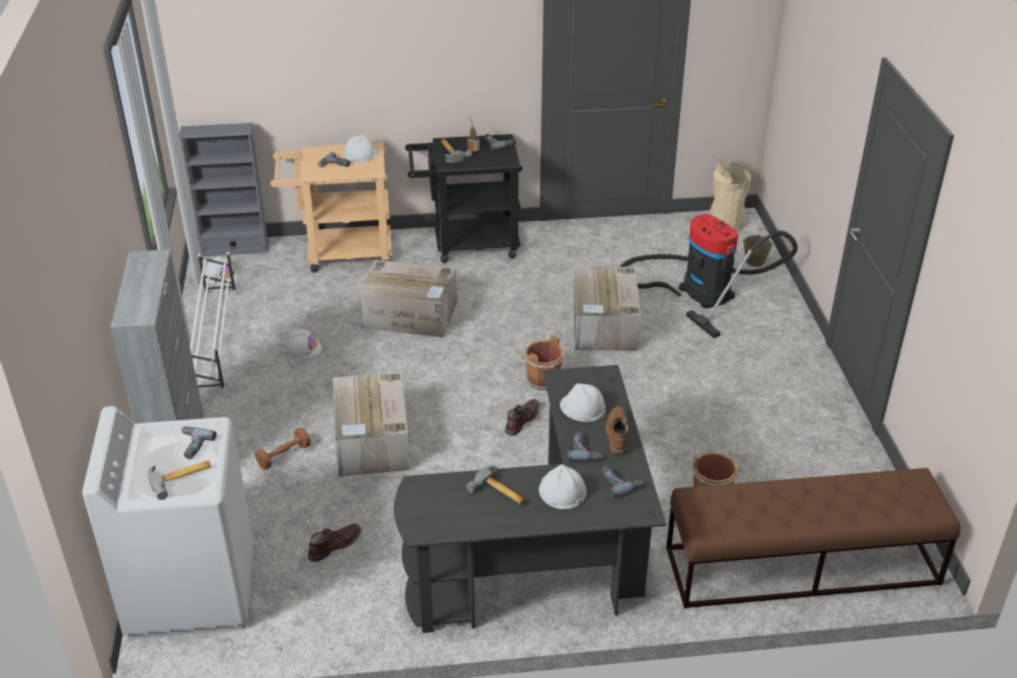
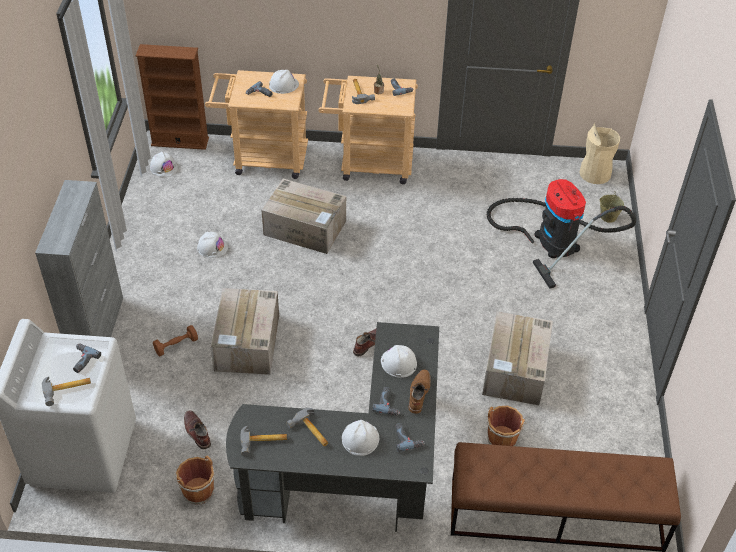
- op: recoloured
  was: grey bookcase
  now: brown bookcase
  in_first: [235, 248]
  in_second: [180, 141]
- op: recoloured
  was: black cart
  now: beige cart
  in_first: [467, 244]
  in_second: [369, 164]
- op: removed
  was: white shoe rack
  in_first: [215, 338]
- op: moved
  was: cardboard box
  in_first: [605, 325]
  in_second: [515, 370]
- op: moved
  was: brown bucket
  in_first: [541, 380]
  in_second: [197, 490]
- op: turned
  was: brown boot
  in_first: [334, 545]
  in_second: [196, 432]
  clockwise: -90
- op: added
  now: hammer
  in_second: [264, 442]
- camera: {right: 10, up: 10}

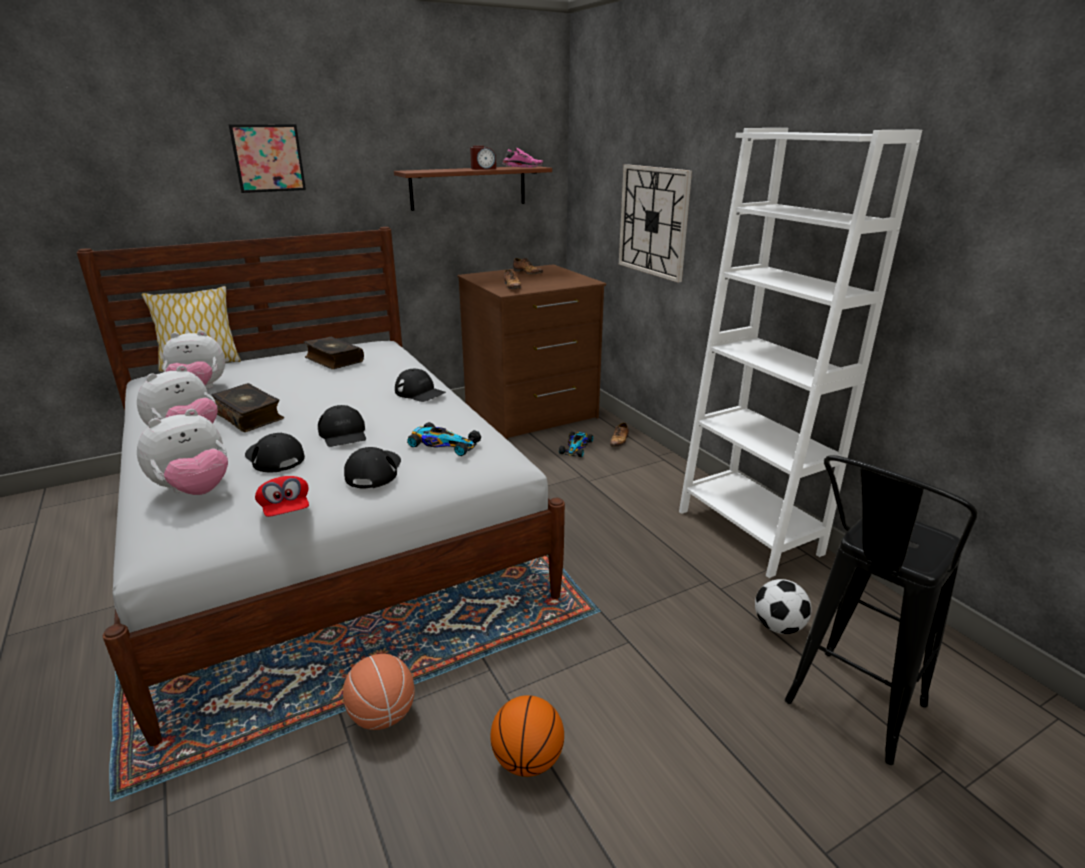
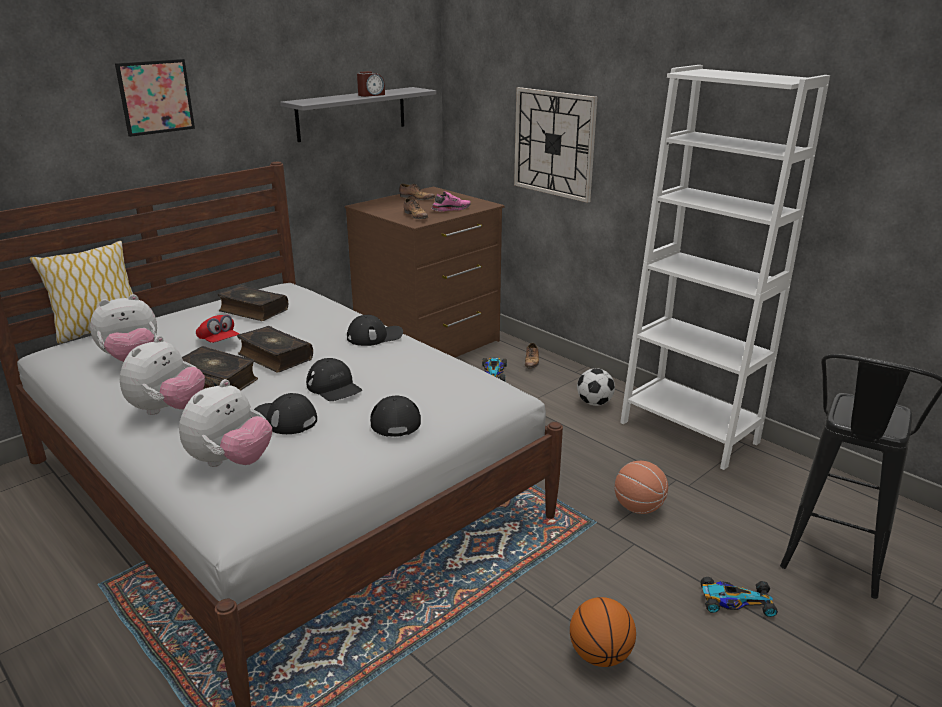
- op: moved
  was: pink shoe
  in_first: [522, 167]
  in_second: [450, 209]
- op: recoloured
  was: brown shelf
  now: grey shelf
  in_first: [468, 187]
  in_second: [352, 114]
- op: turned
  was: black cap
  in_first: [420, 392]
  in_second: [375, 336]
  clockwise: -45
- op: moved
  was: toy car
  in_first: [443, 444]
  in_second: [734, 601]
- op: moved
  was: red cap
  in_first: [286, 511]
  in_second: [219, 342]
- op: moved
  was: football
  in_first: [778, 626]
  in_second: [594, 403]
- op: moved
  was: basketball
  in_first: [382, 715]
  in_second: [638, 507]
- op: added
  now: book
  in_second: [274, 357]
- camera: {right: -15, up: 0}

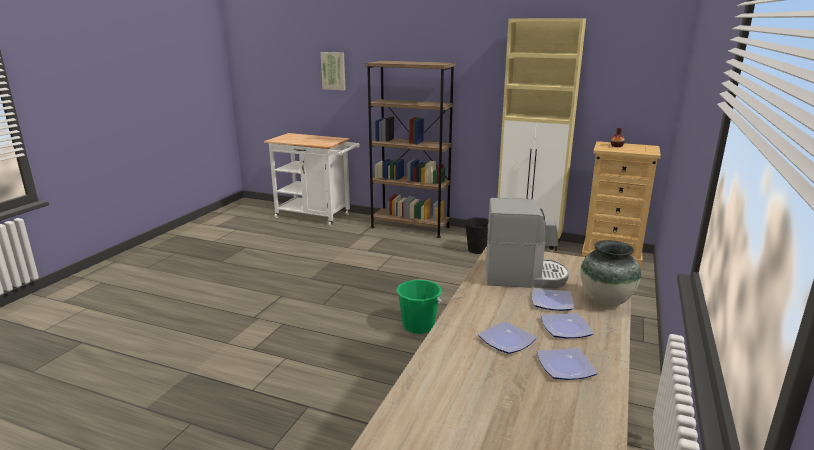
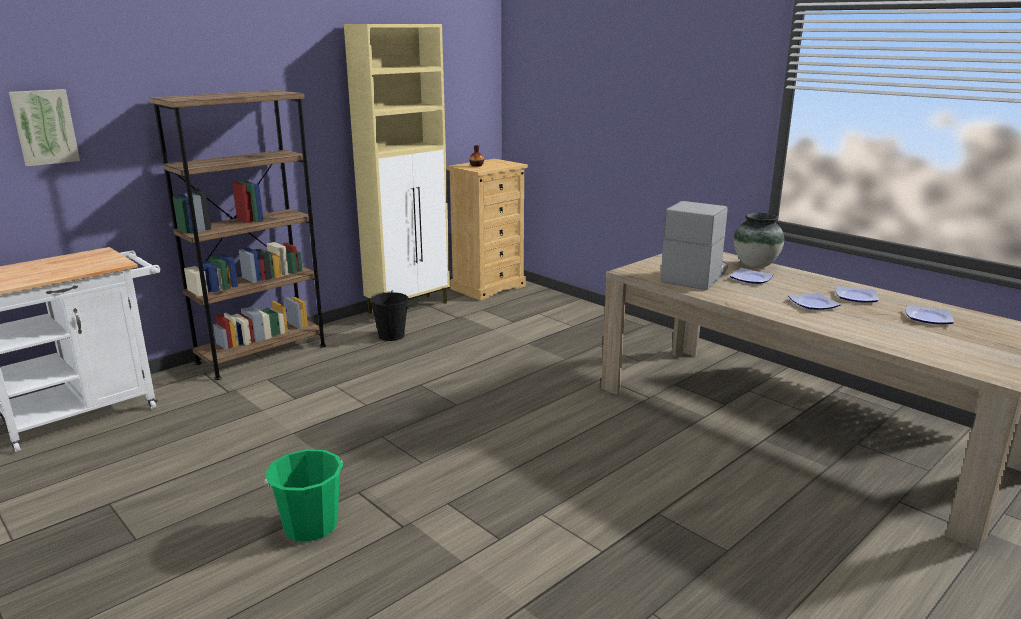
- op: moved
  was: green bucket
  in_first: [419, 326]
  in_second: [310, 526]
- op: moved
  was: plate
  in_first: [565, 329]
  in_second: [929, 318]
- camera: {right: -65, up: 0}

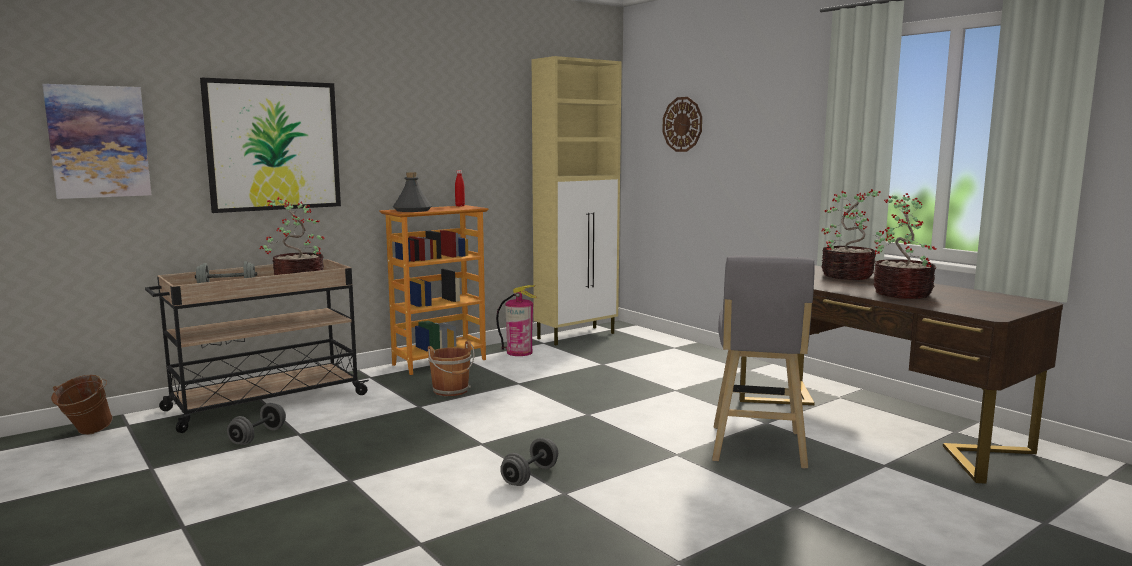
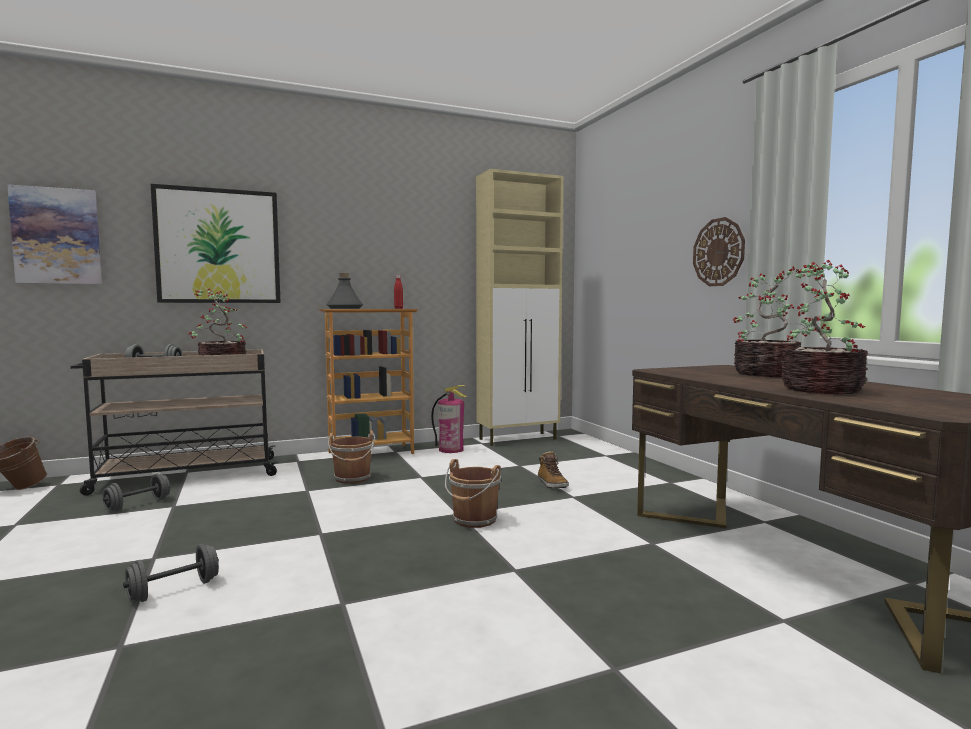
- op: moved
  was: wall clock
  in_first: [682, 124]
  in_second: [718, 252]
- op: removed
  was: grey stool
  in_first: [757, 449]
- op: moved
  was: grey dumbbell
  in_first: [530, 476]
  in_second: [174, 590]
- op: added
  now: boot
  in_second: [552, 484]
- op: added
  now: brown bucket
  in_second: [474, 520]
- camera: {right: 15, up: -5}

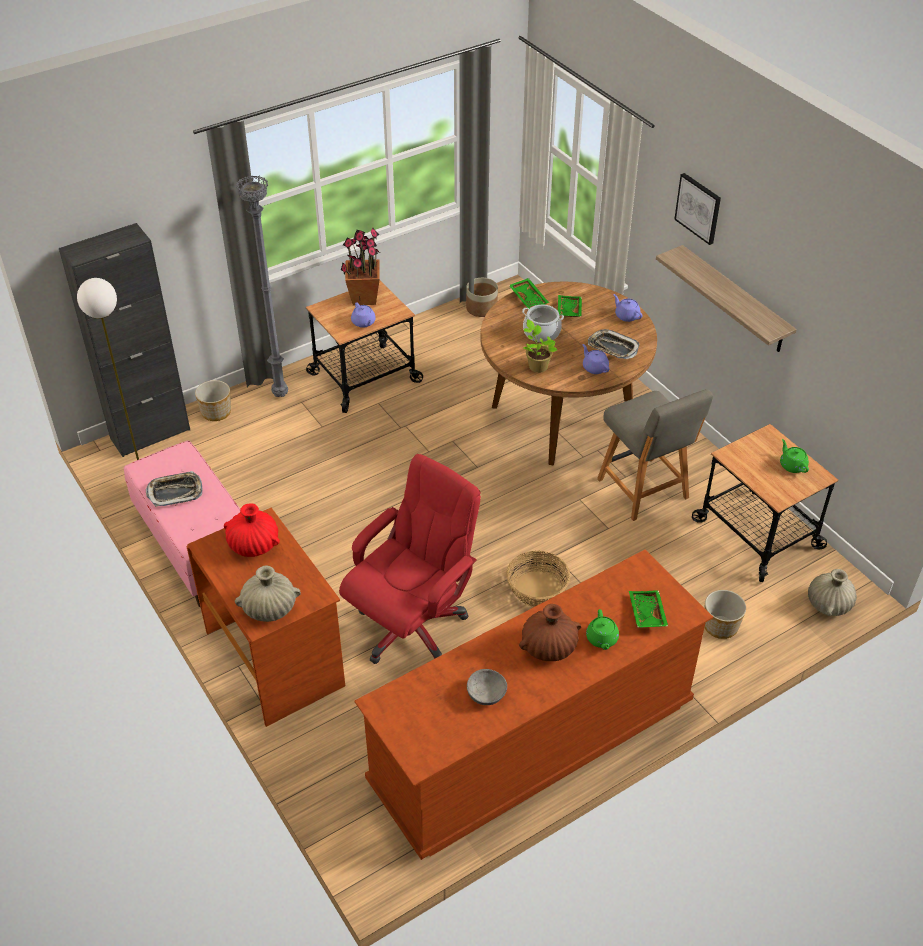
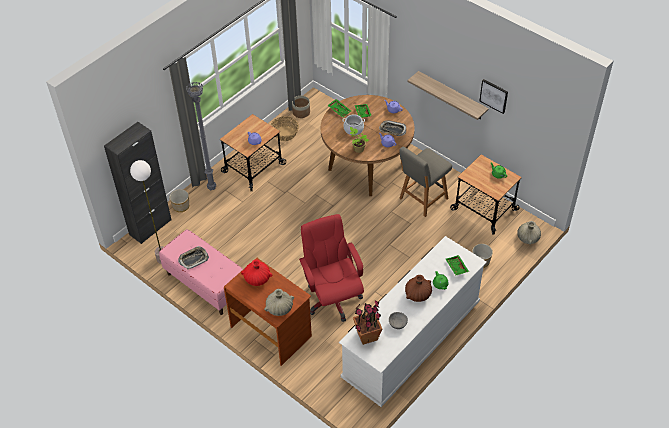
- op: moved
  was: picture
  in_first: [698, 208]
  in_second: [494, 95]
- op: moved
  was: potted plant
  in_first: [364, 297]
  in_second: [367, 336]
- op: turned
  was: grey chair
  in_first: [644, 491]
  in_second: [422, 199]
  clockwise: 90
- op: turned
  was: red office chair
  in_first: [412, 626]
  in_second: [332, 298]
  clockwise: -45
- op: recoloured
  was: brown dresser
  now: white dresser
  in_first: [532, 743]
  in_second: [411, 340]
- op: moved
  was: basket
  in_first: [537, 589]
  in_second: [285, 133]
- camera: {right: -15, up: 5}

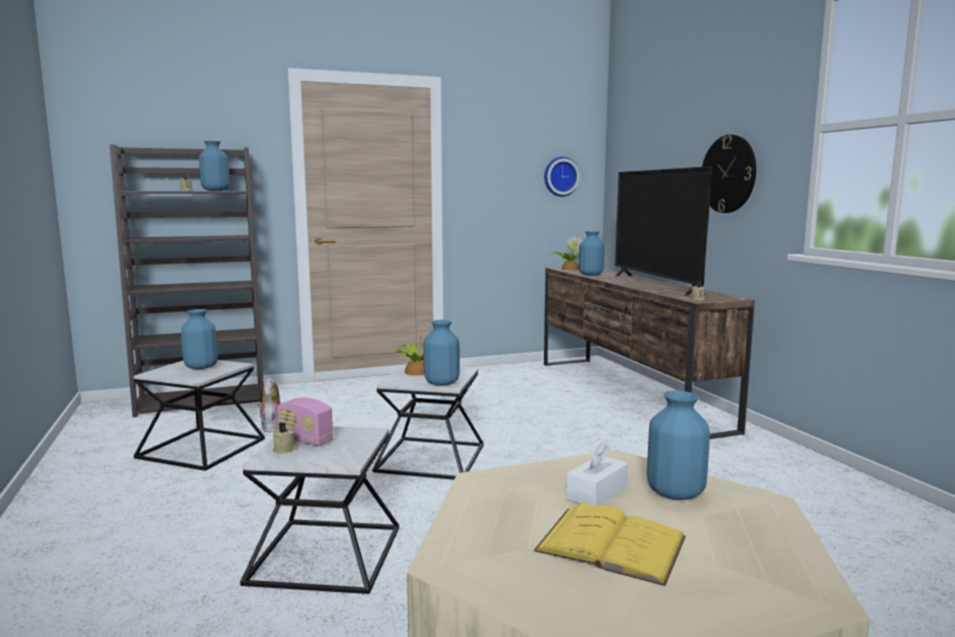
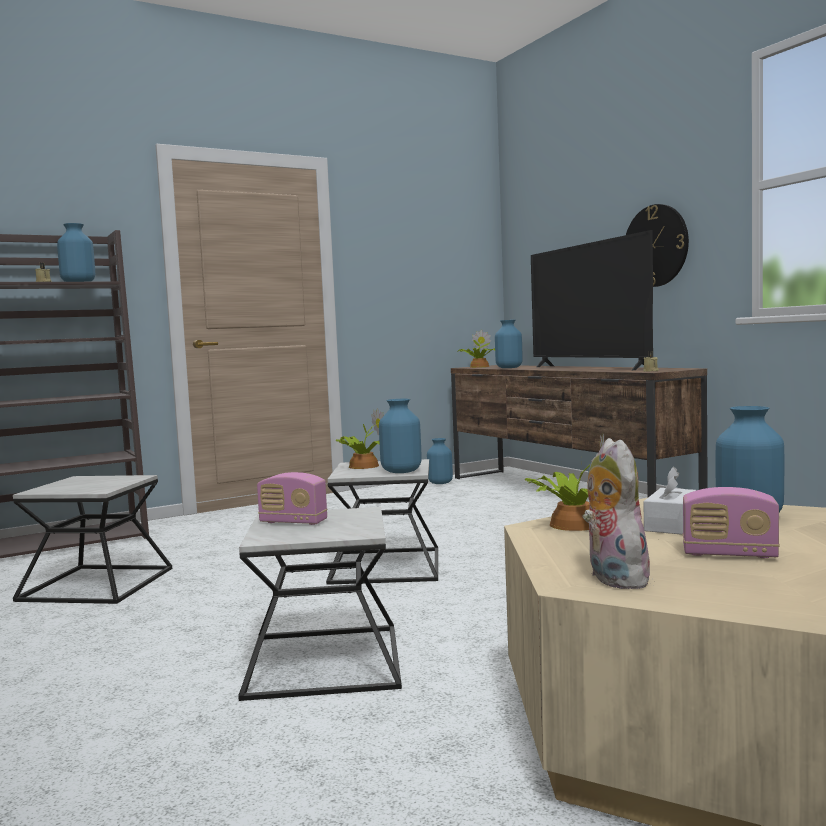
- op: removed
  was: wall clock
  in_first: [560, 176]
- op: moved
  was: blue vase
  in_first: [201, 367]
  in_second: [440, 483]
- op: moved
  was: plush toy
  in_first: [271, 427]
  in_second: [612, 578]
- op: removed
  was: beige candle
  in_first: [285, 450]
- op: replaced
  was: yellow book
  now: radio
  in_first: [611, 544]
  in_second: [729, 554]
- op: added
  now: potted plant
  in_second: [571, 524]
- camera: {right: -10, up: -5}

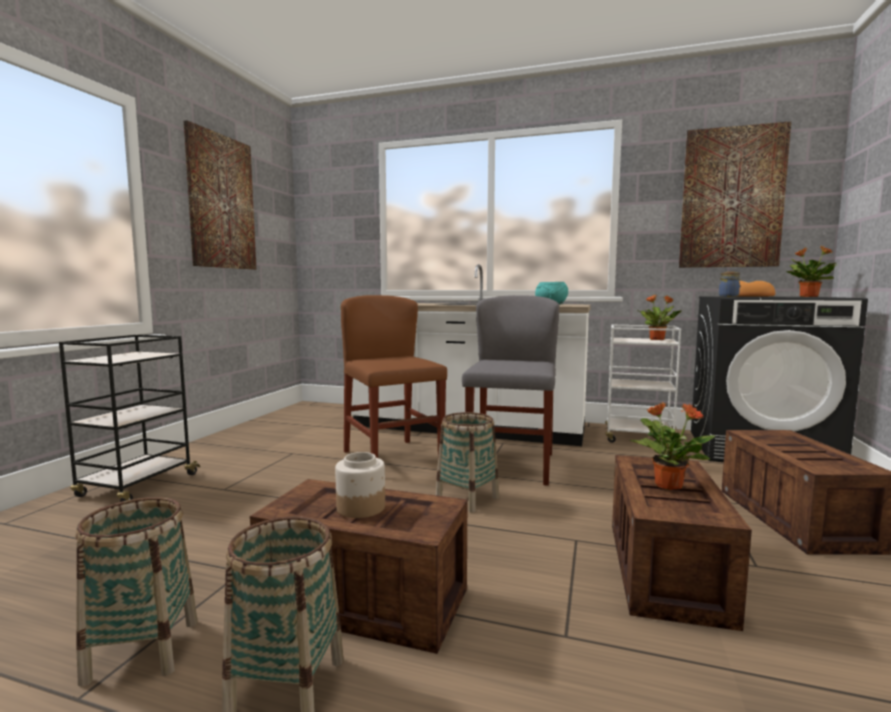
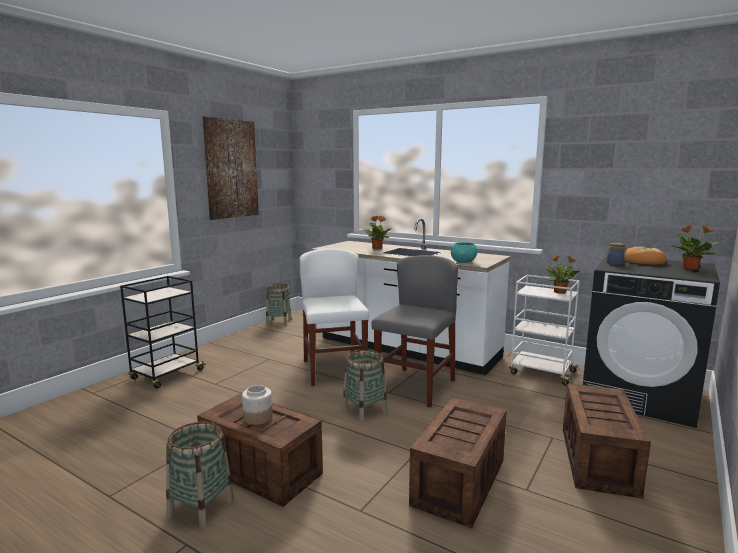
- op: removed
  was: picture
  in_first: [731, 198]
- op: recoloured
  was: brown chair
  now: white chair
  in_first: [392, 458]
  in_second: [334, 370]
- op: moved
  was: potted plant
  in_first: [667, 485]
  in_second: [377, 248]
- op: moved
  was: basket
  in_first: [143, 650]
  in_second: [279, 322]
- camera: {right: 15, up: 5}

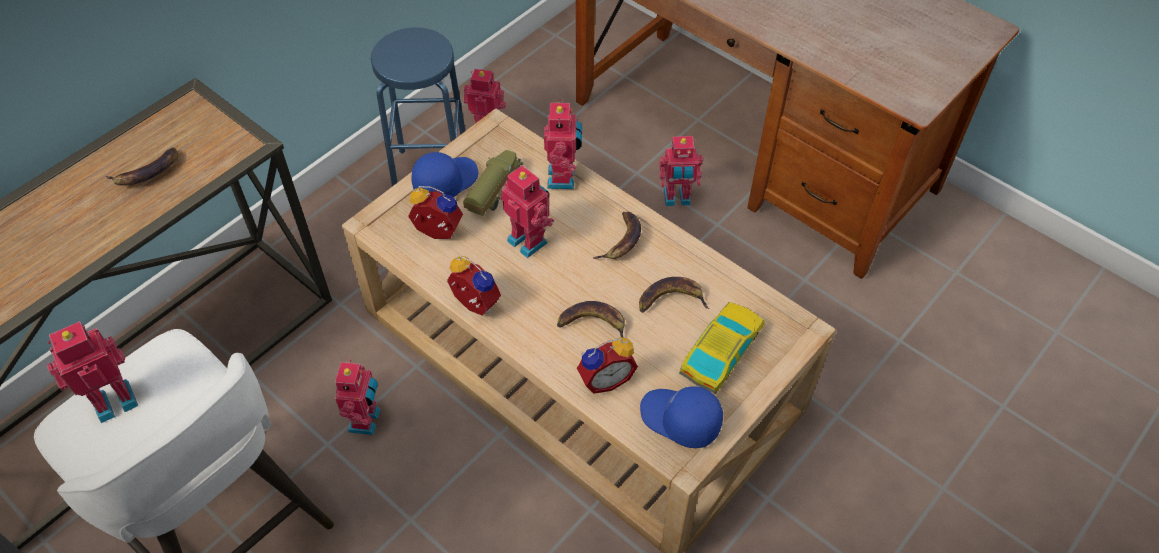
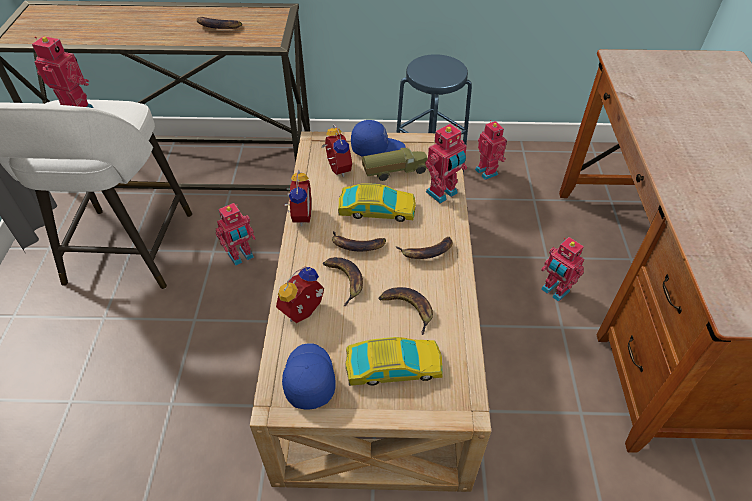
- op: replaced
  was: toy robot
  now: toy car
  in_first: [529, 240]
  in_second: [377, 209]
- op: turned
  was: alarm clock
  in_first: [605, 378]
  in_second: [305, 313]
  clockwise: 105
- op: added
  now: banana
  in_second: [357, 245]
- camera: {right: 50, up: -5}

